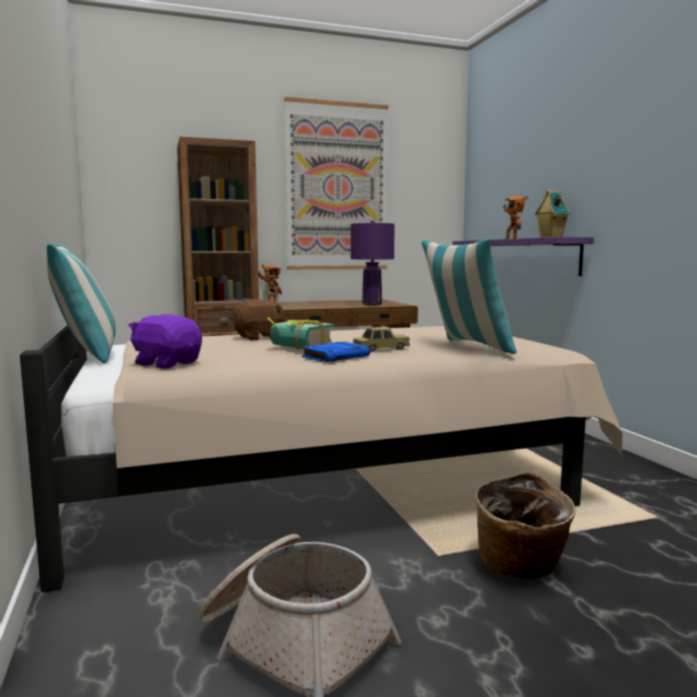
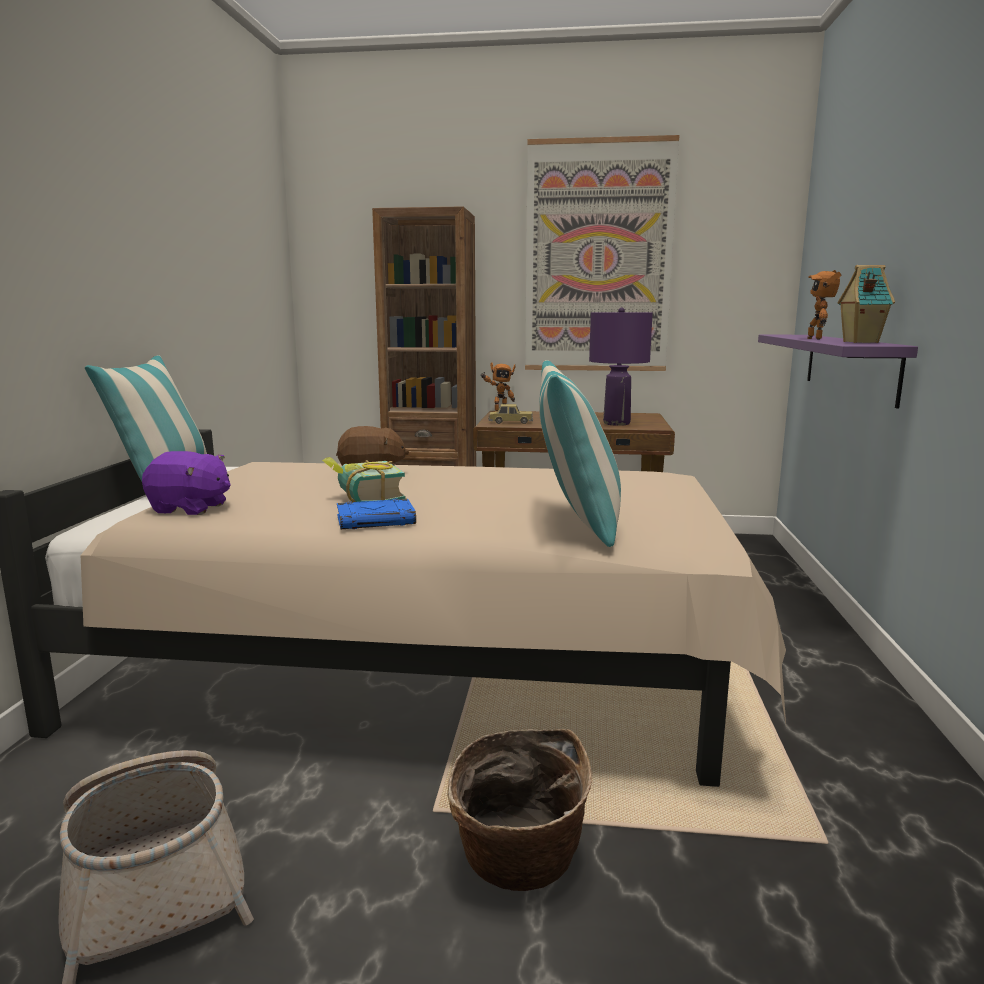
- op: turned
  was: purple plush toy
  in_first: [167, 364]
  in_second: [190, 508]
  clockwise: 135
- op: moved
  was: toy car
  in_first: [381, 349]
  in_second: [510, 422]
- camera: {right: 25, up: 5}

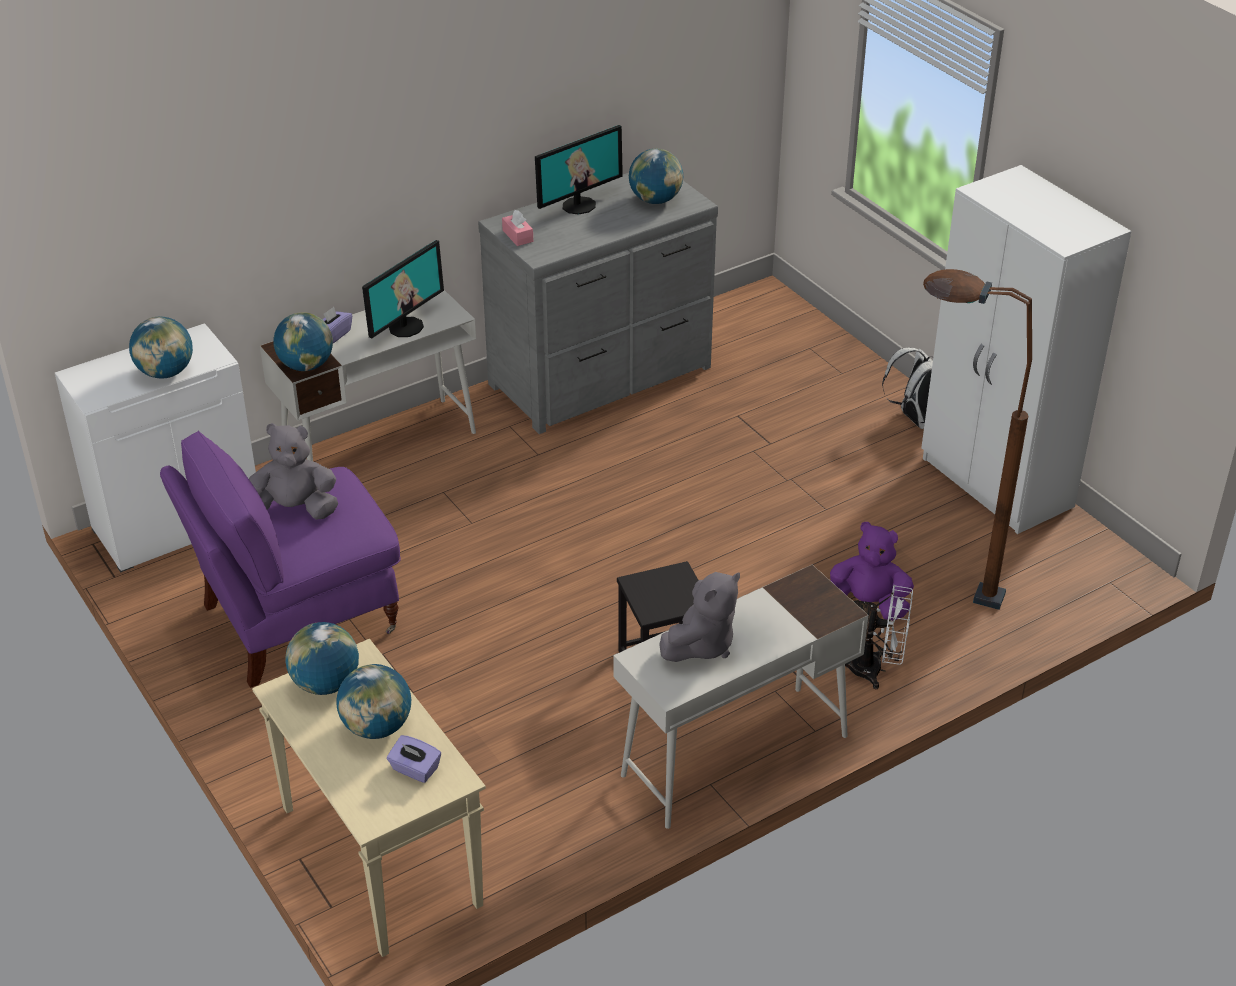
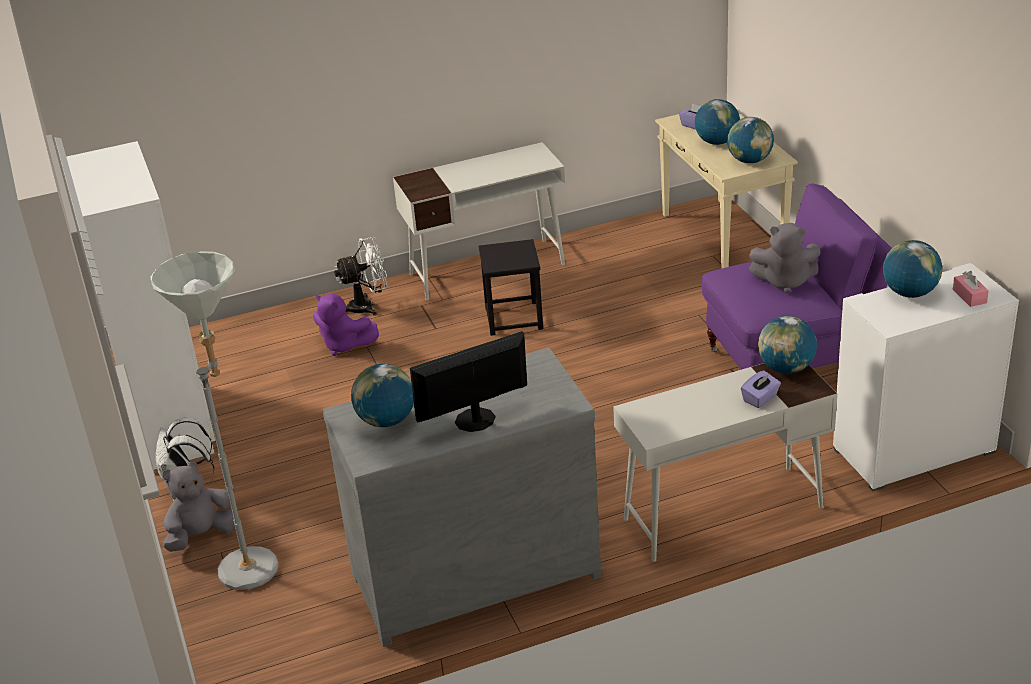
- op: moved
  was: pink tissue box
  in_first: [517, 236]
  in_second: [969, 296]
- op: removed
  was: monitor
  in_first: [405, 327]
- op: removed
  was: brown floor lamp
  in_first: [936, 584]
- op: moved
  was: grey plush toy
  in_first: [701, 644]
  in_second: [201, 536]
- op: turned
  was: white fan
  in_first: [874, 670]
  in_second: [367, 306]
  clockwise: 135
- op: added
  now: grey floor lamp
  in_second: [254, 560]
- camera: {right: -165, up: -5}

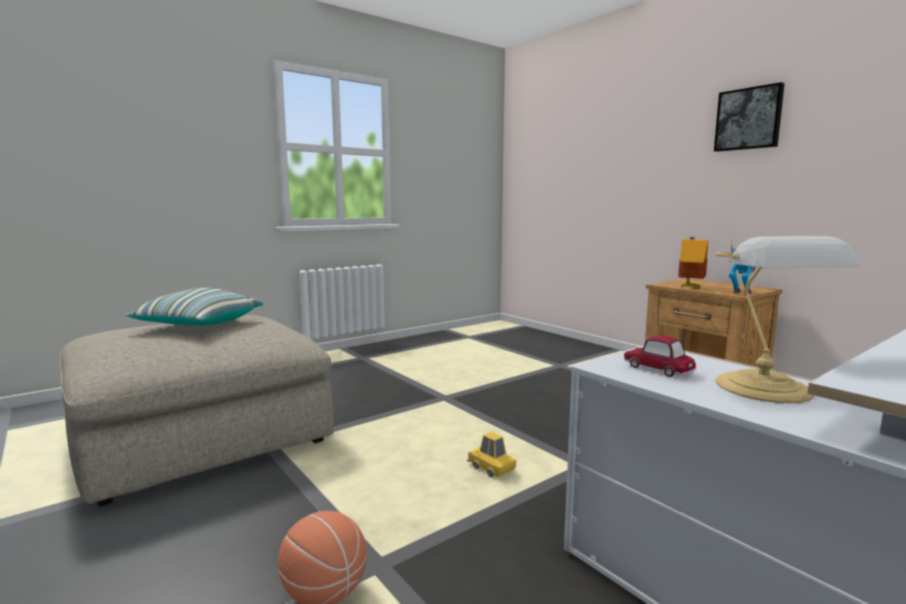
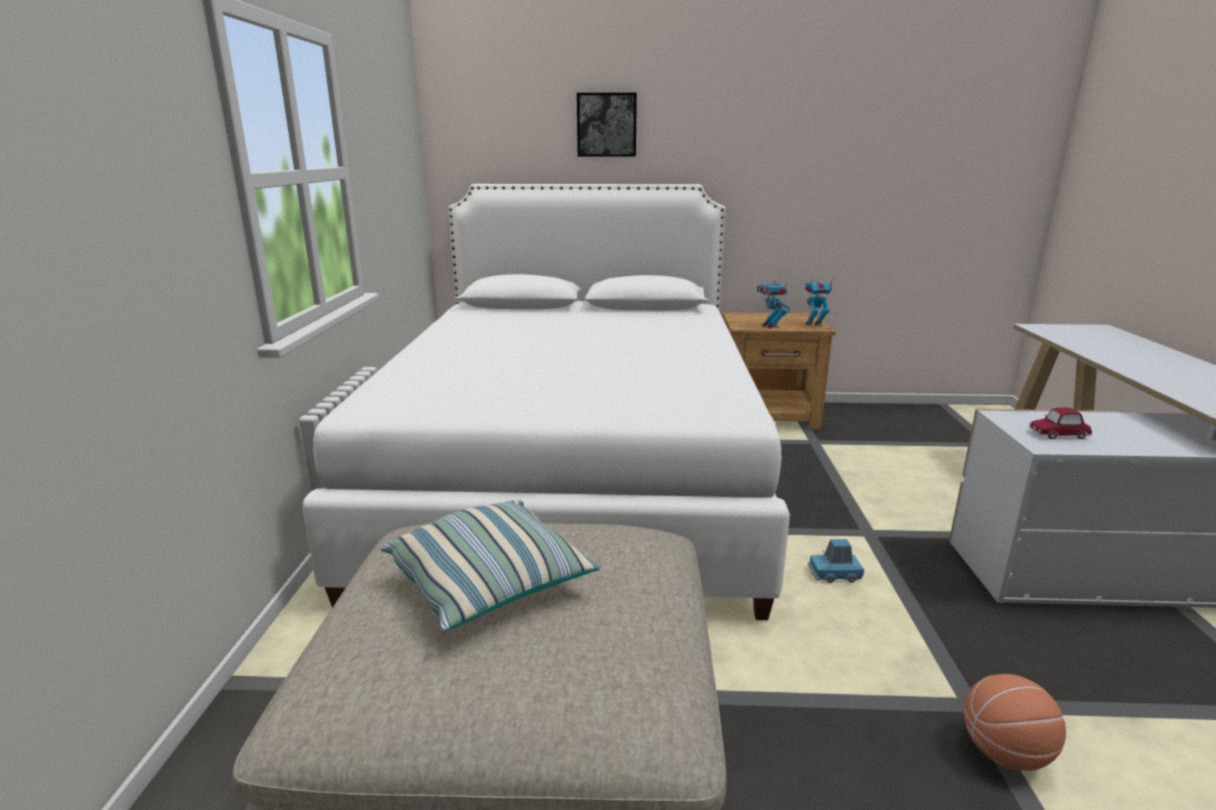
- op: moved
  was: picture
  in_first: [749, 119]
  in_second: [606, 125]
- op: removed
  was: table lamp
  in_first: [766, 389]
- op: replaced
  was: toy house
  now: toy robot
  in_first: [690, 287]
  in_second: [770, 326]
- op: recoloured
  was: yellow toy car
  now: blue toy car
  in_first: [491, 467]
  in_second: [834, 574]
- op: added
  now: white bed
  in_second: [573, 477]
- camera: {right: -50, up: 10}

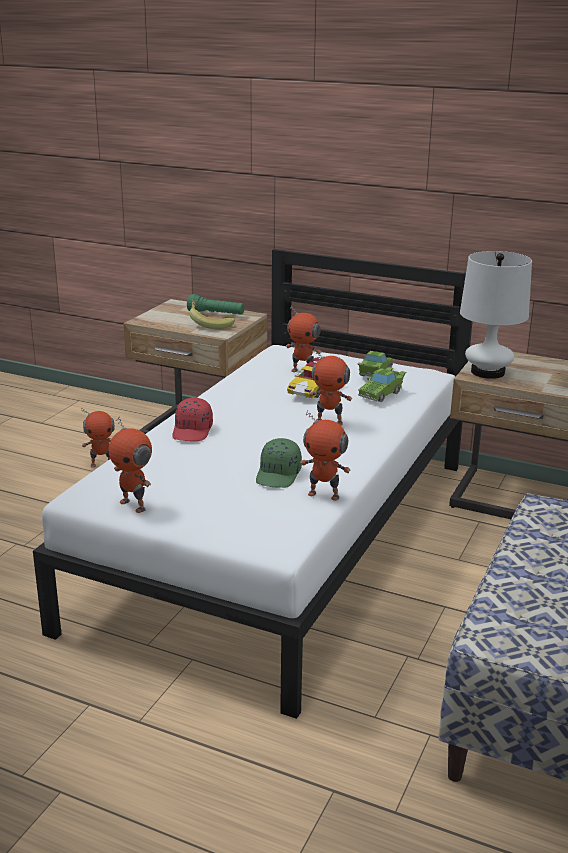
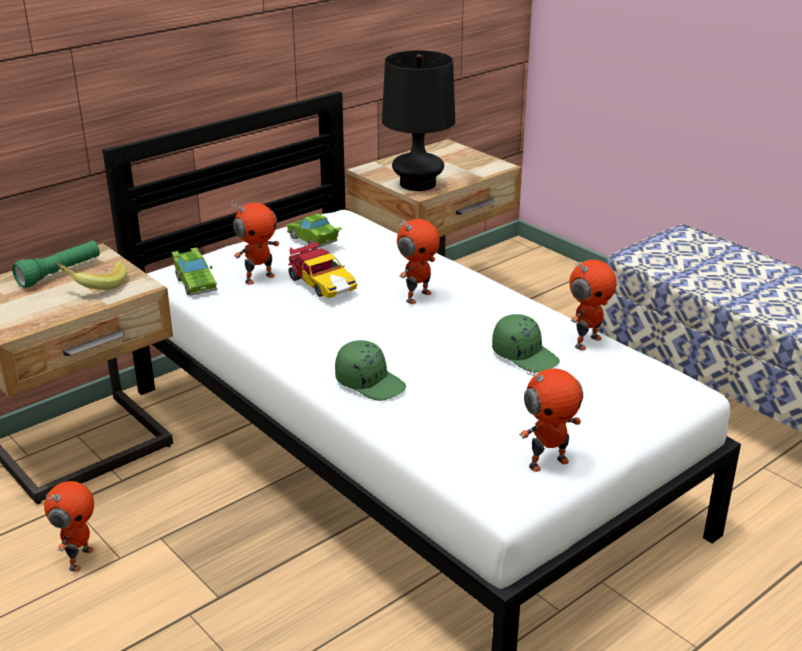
- op: recoloured
  was: white table lamp
  now: black table lamp
  in_first: [487, 372]
  in_second: [417, 184]
- op: moved
  was: green toy car
  in_first: [382, 393]
  in_second: [195, 283]
- op: recoloured
  was: red cap
  now: green cap
  in_first: [193, 431]
  in_second: [370, 382]
- camera: {right: -65, up: 5}

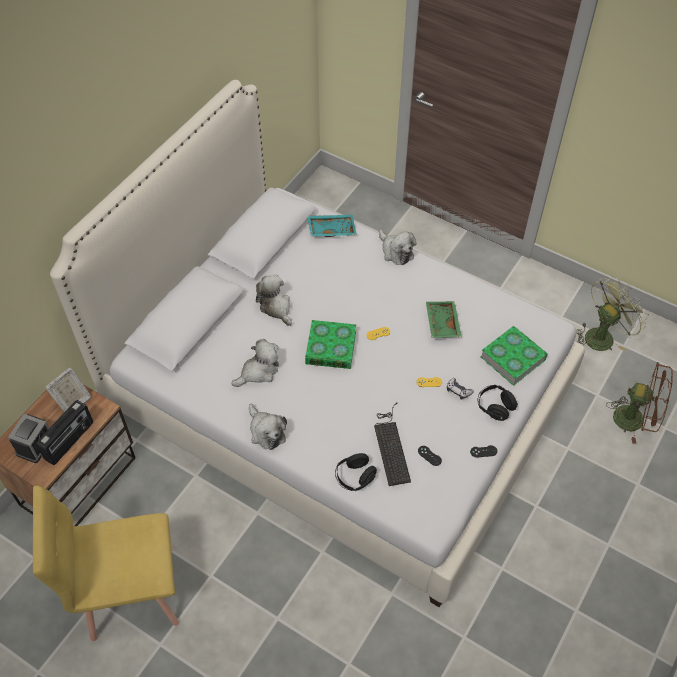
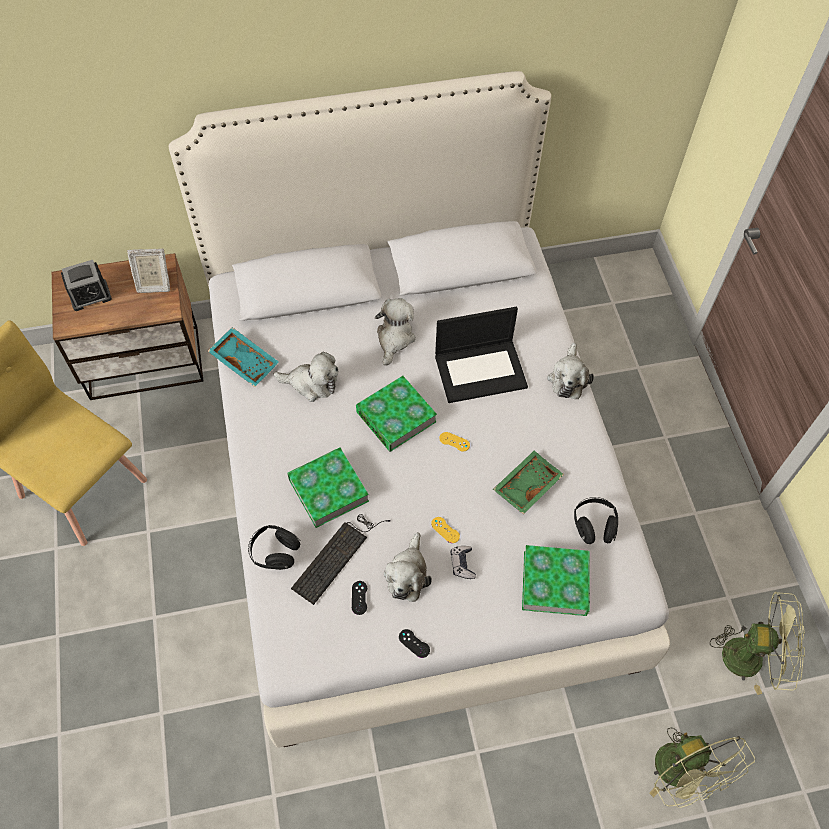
- op: moved
  was: turquoise tray
  in_first: [331, 229]
  in_second: [245, 361]
- op: recoloured
  was: brown fan
  now: green fan
  in_first: [635, 420]
  in_second: [683, 774]
- op: moved
  was: black headphones
  in_first: [495, 407]
  in_second: [594, 525]
- op: removed
  was: radio
  in_first: [70, 441]
- op: moved
  was: plush toy
  in_first: [266, 431]
  in_second: [407, 574]
- op: added
  now: laptop
  in_second: [481, 370]
- op: added
  now: book
  in_second: [328, 490]
- camera: {right: 45, up: 5}

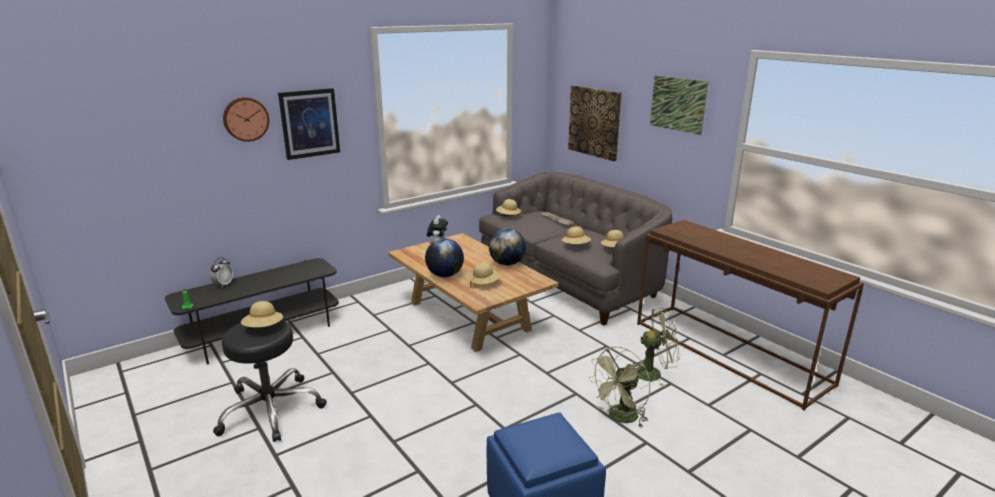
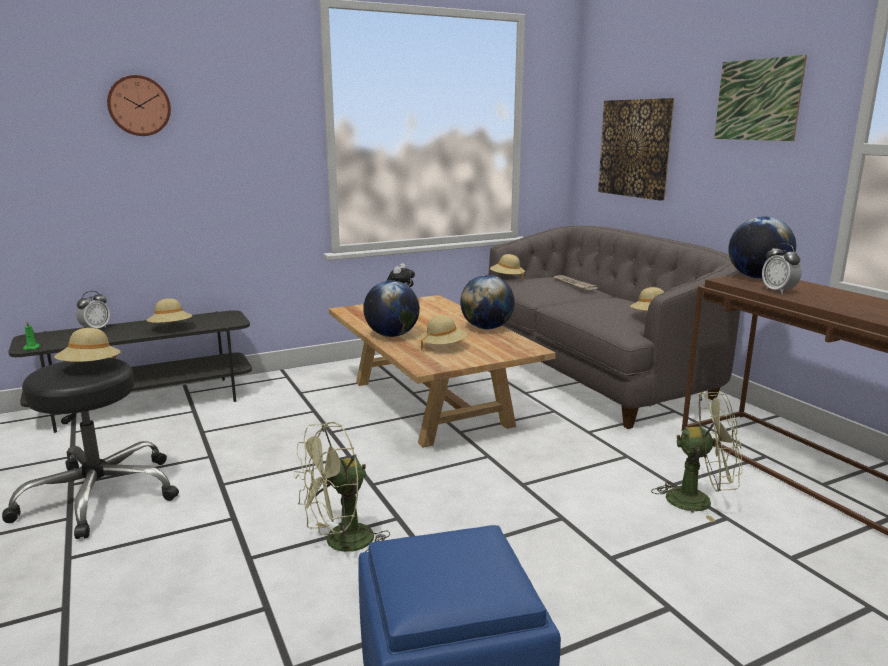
- op: removed
  was: picture
  in_first: [310, 123]
- op: moved
  was: beige hat
  in_first: [576, 246]
  in_second: [171, 328]
- op: moved
  was: green fan
  in_first: [620, 418]
  in_second: [340, 543]
- op: added
  now: globe
  in_second: [757, 277]
- op: added
  now: alarm clock
  in_second: [778, 291]
- camera: {right: 10, up: -5}

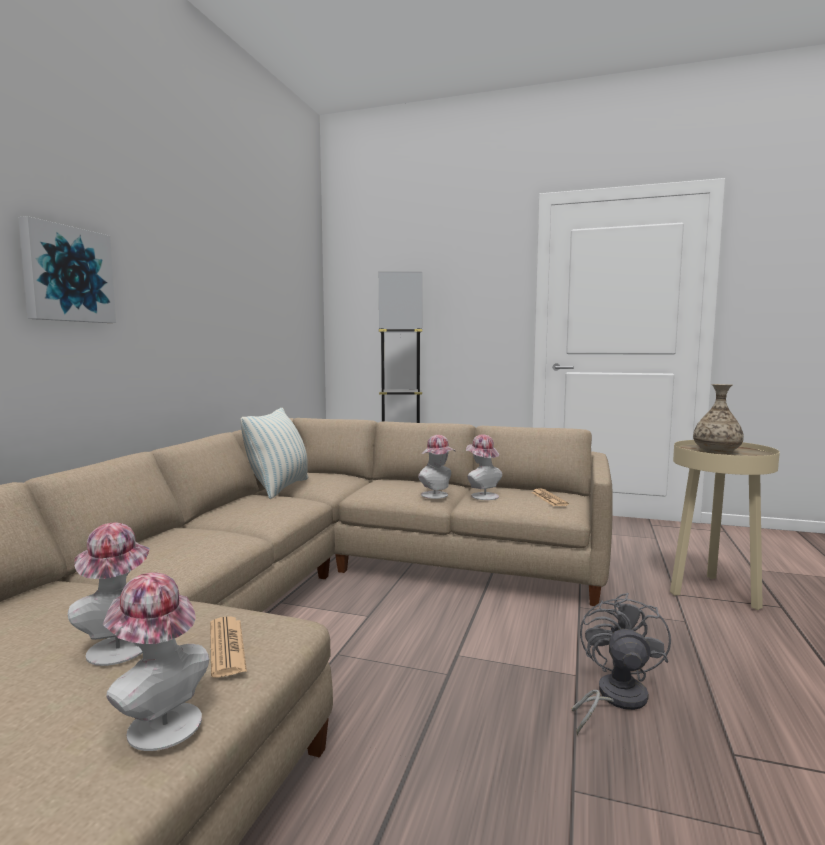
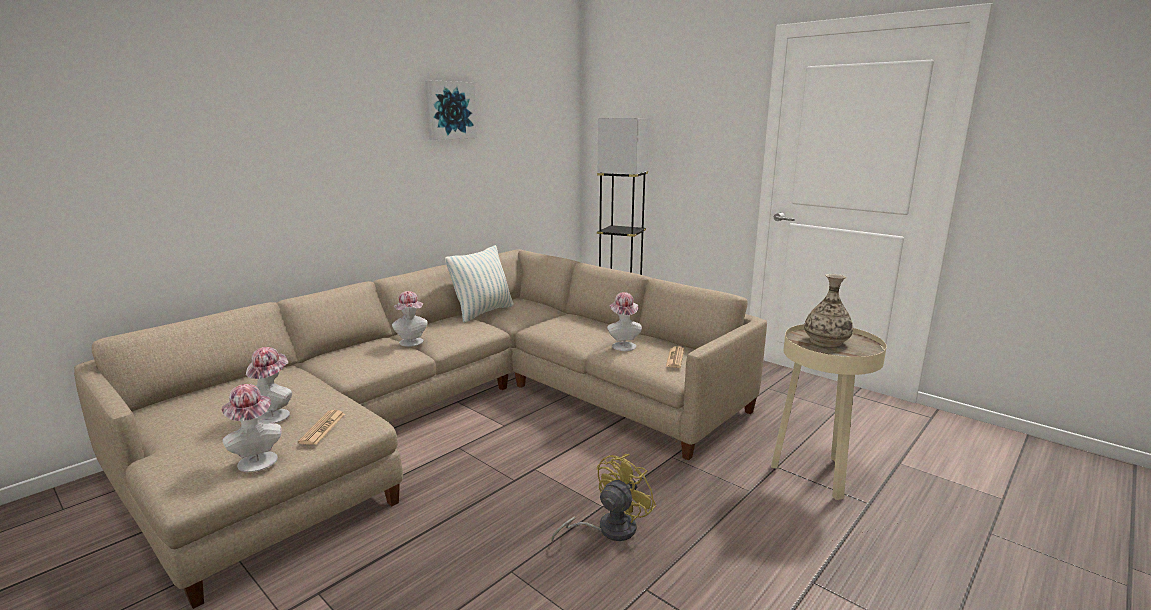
- op: moved
  was: picture
  in_first: [67, 274]
  in_second: [450, 110]
- op: moved
  was: hat
  in_first: [437, 495]
  in_second: [412, 343]
- op: recoloured
  was: grey fan
  now: yellow fan
  in_first: [614, 699]
  in_second: [608, 529]
- camera: {right: 25, up: 10}

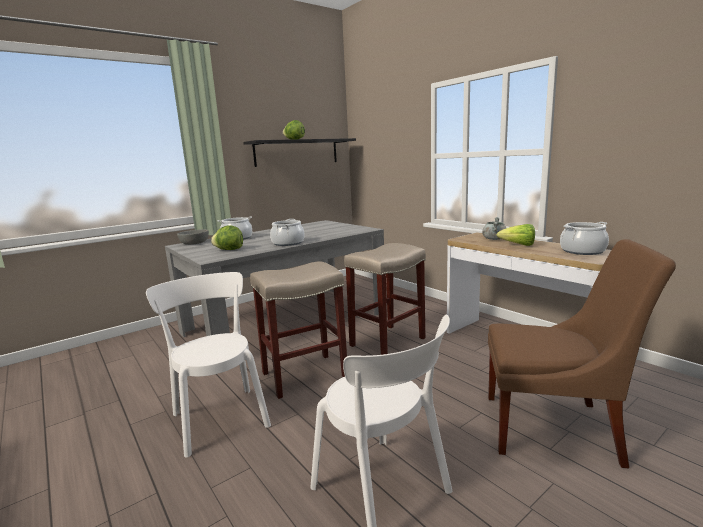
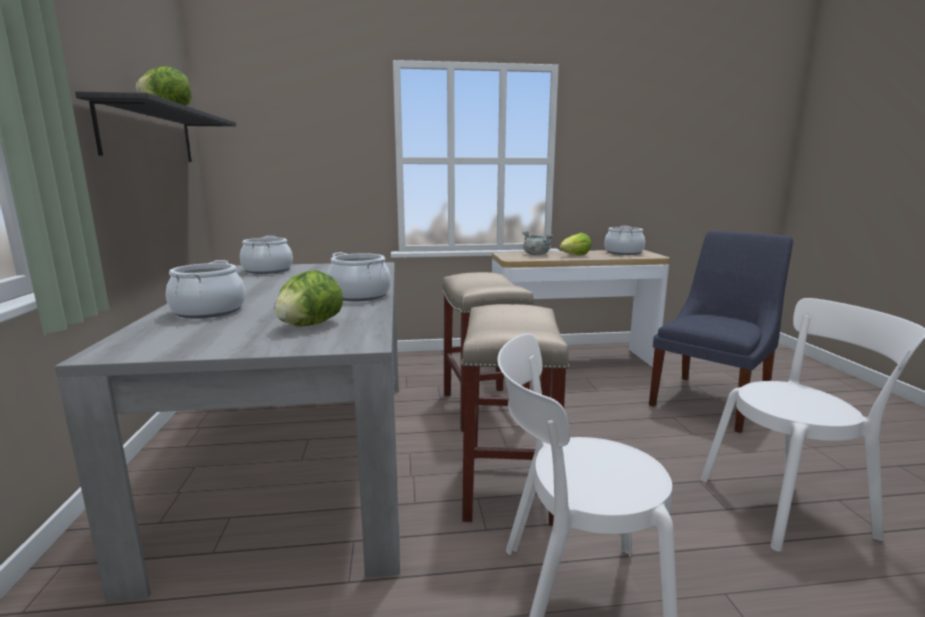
- op: removed
  was: grey bowl
  in_first: [194, 243]
- op: recoloured
  was: brown chair
  now: blue chair
  in_first: [556, 429]
  in_second: [712, 400]
- op: added
  now: cooking pot
  in_second: [268, 270]
- camera: {right: -60, up: 0}

